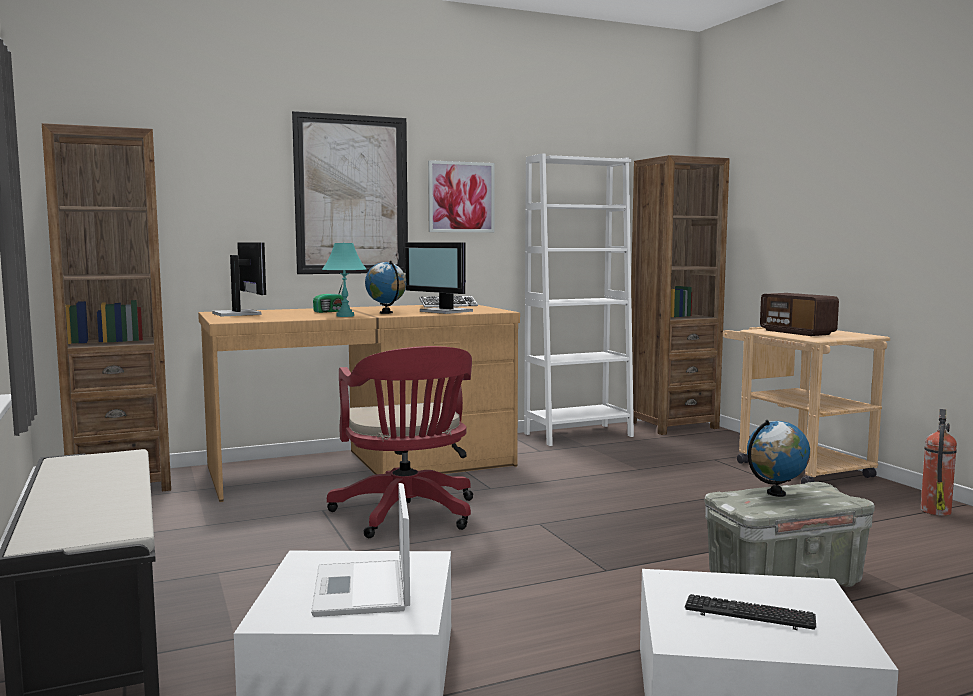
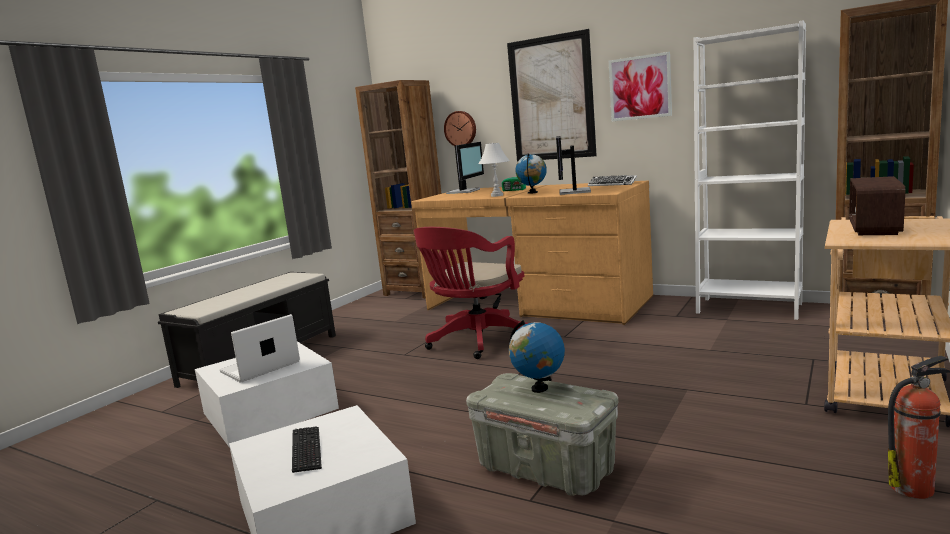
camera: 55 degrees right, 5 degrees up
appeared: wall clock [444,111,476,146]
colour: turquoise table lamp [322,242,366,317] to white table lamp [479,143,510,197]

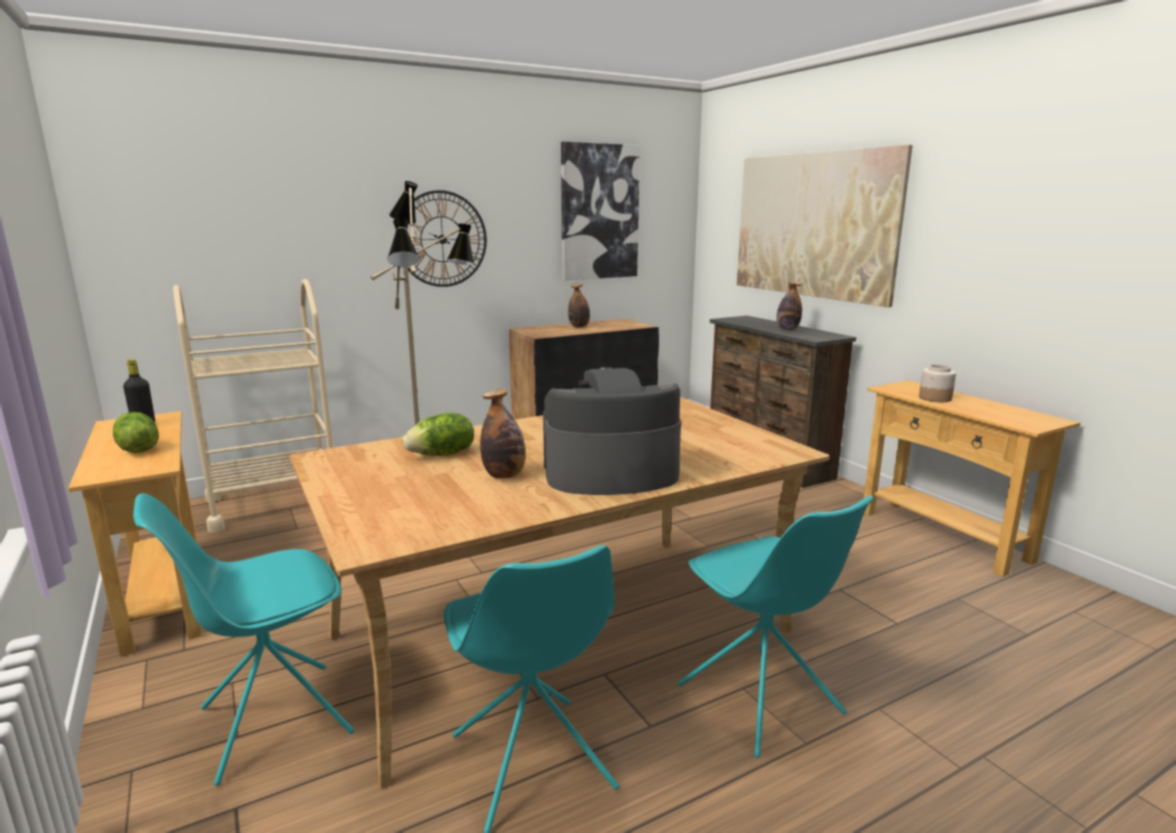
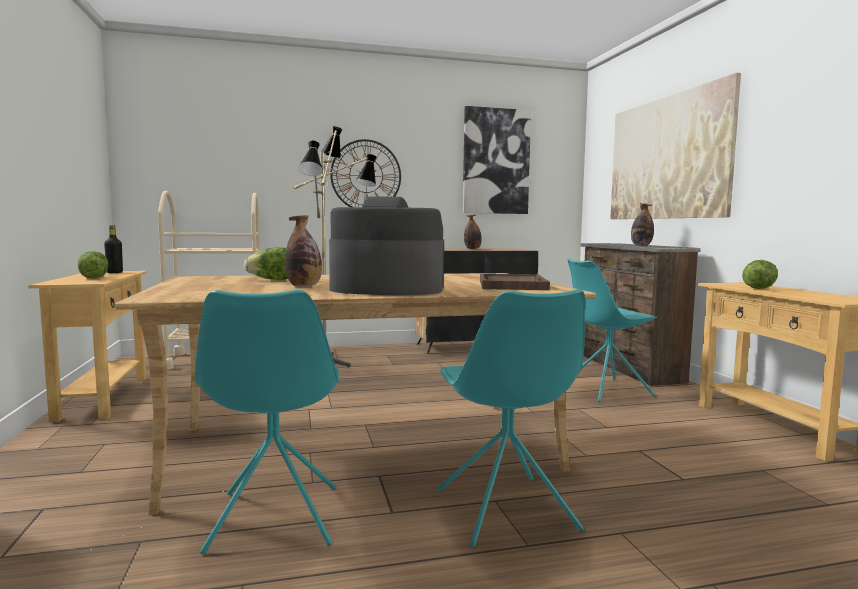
camera: 15 degrees right, 10 degrees down
appeared: brown tray [480,274,550,290]
relocated: turquoise chair [133,493,354,786] to [567,258,658,402]
exchanged: jar [919,364,956,402] to lettuce [742,260,778,289]

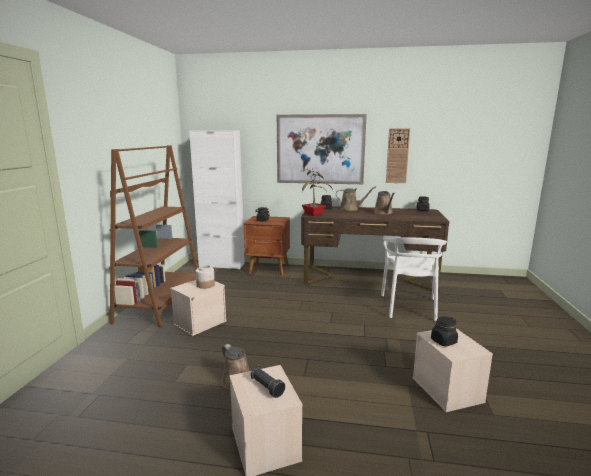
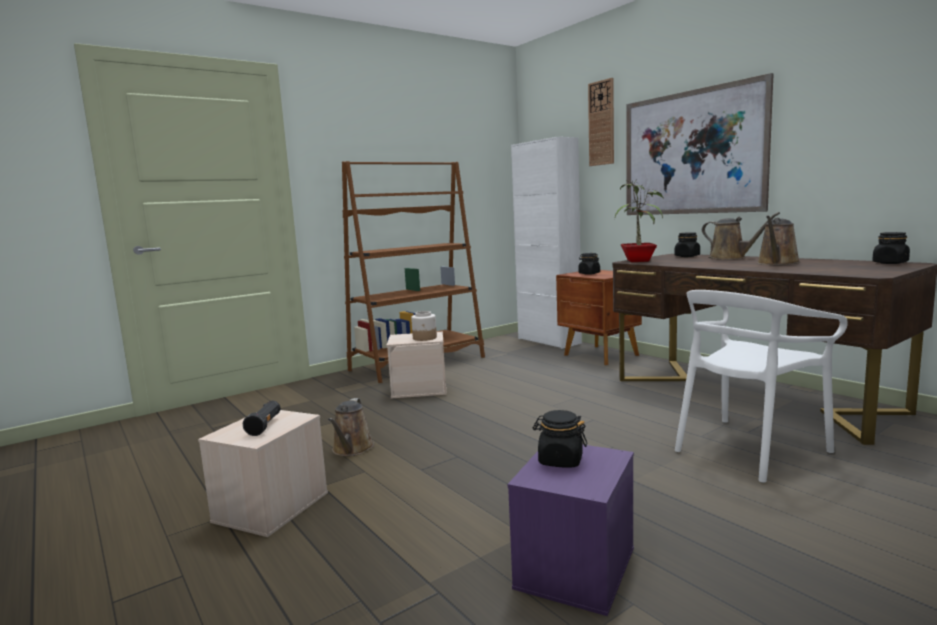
camera: 45 degrees right, 5 degrees down
relocated: wall clock [386,128,410,183] to [588,78,614,166]
colour: beige storage box [413,328,493,412] to purple storage box [508,444,634,616]

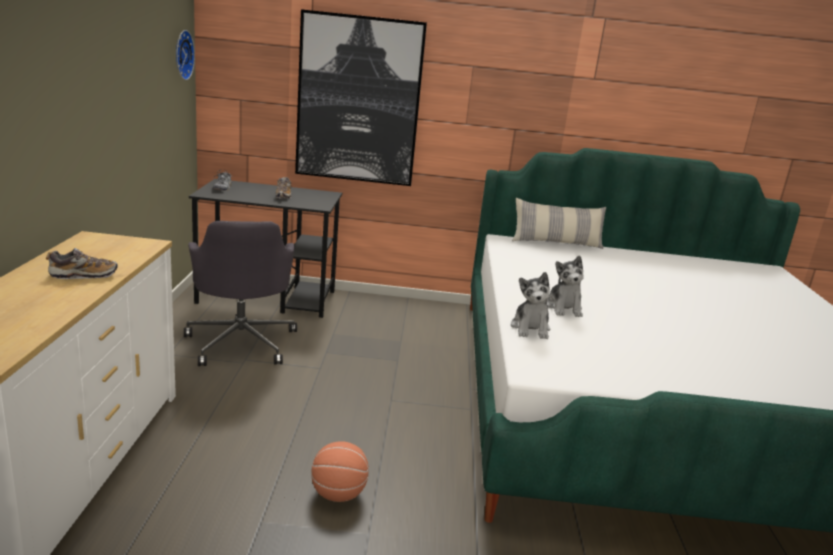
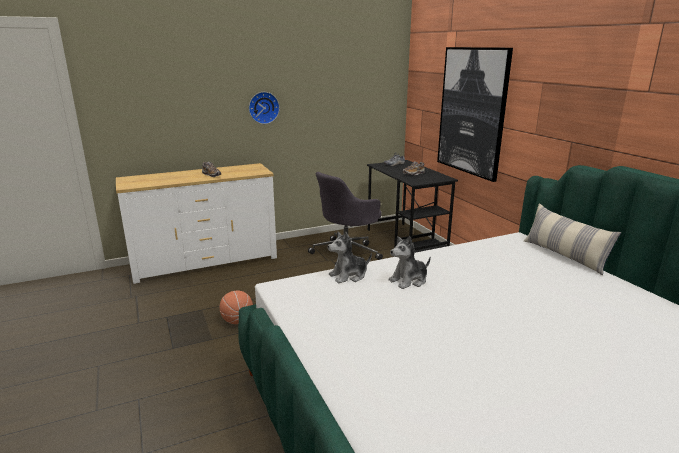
camera: 65 degrees right, 0 degrees up
relocated: wall clock [176,30,195,80] to [249,92,280,124]

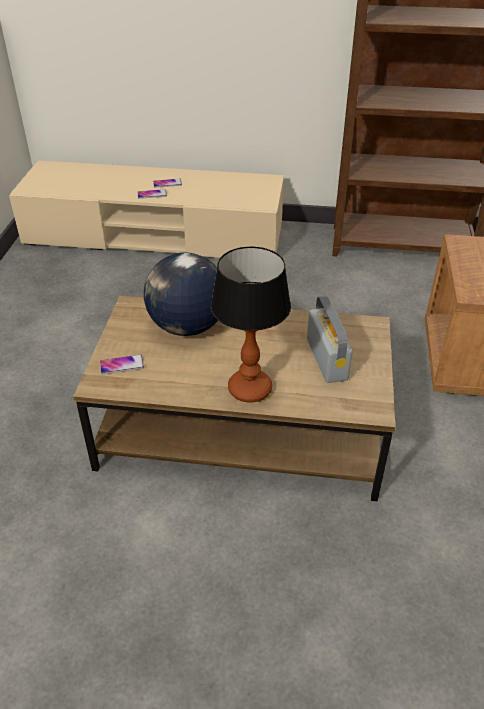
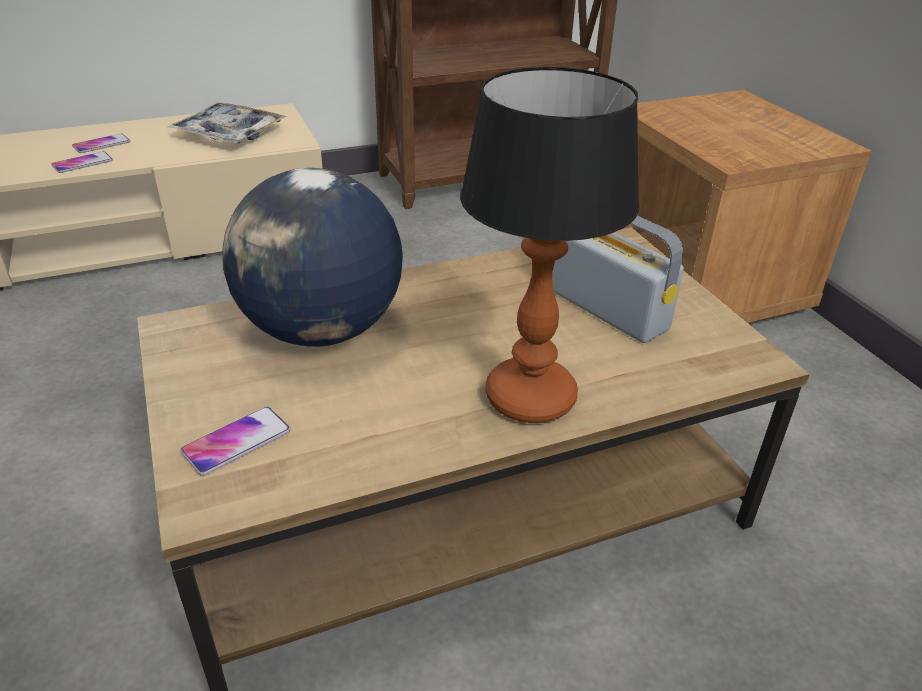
camera: 30 degrees left, 5 degrees down
appeared: tray [168,103,287,144]

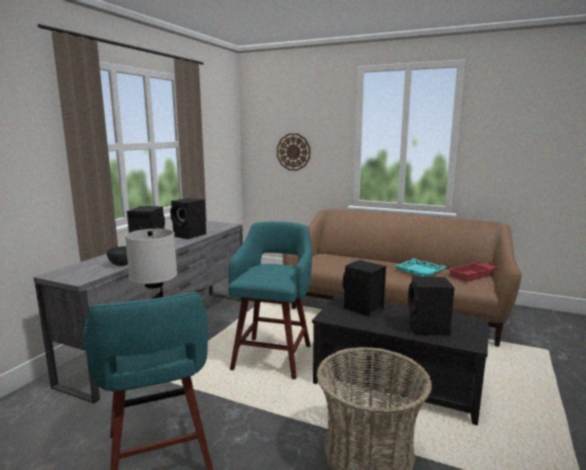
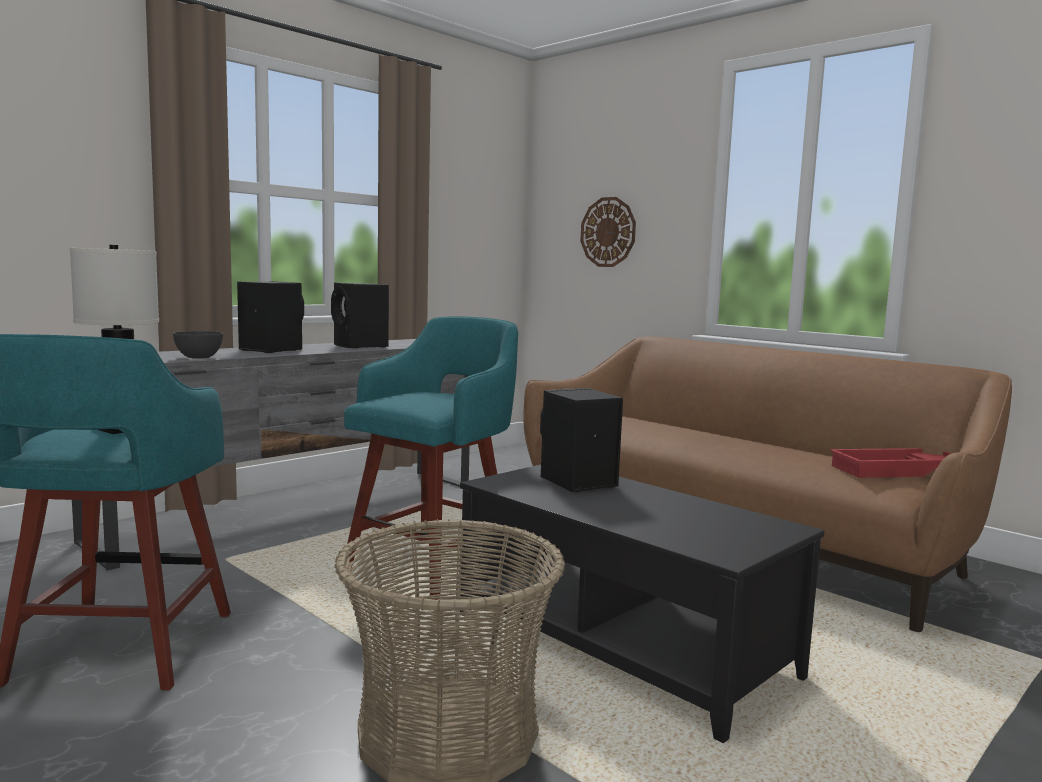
camera: 20 degrees right, 5 degrees down
missing: turquoise tray [395,258,446,277]; black speaker [408,276,454,336]

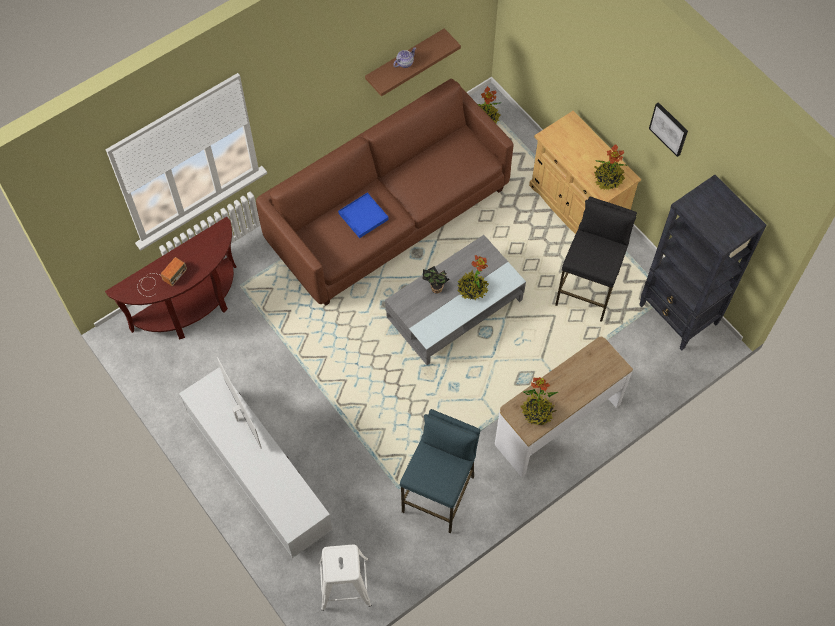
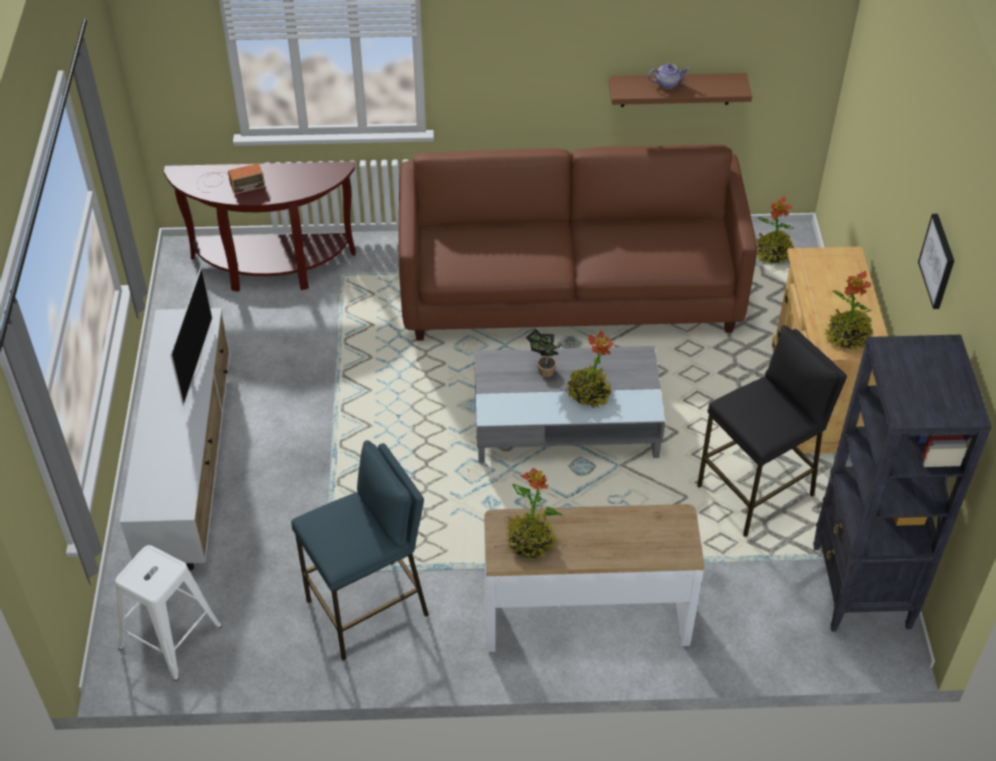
camera: 35 degrees right, 15 degrees down
missing: blue tray [338,193,389,238]

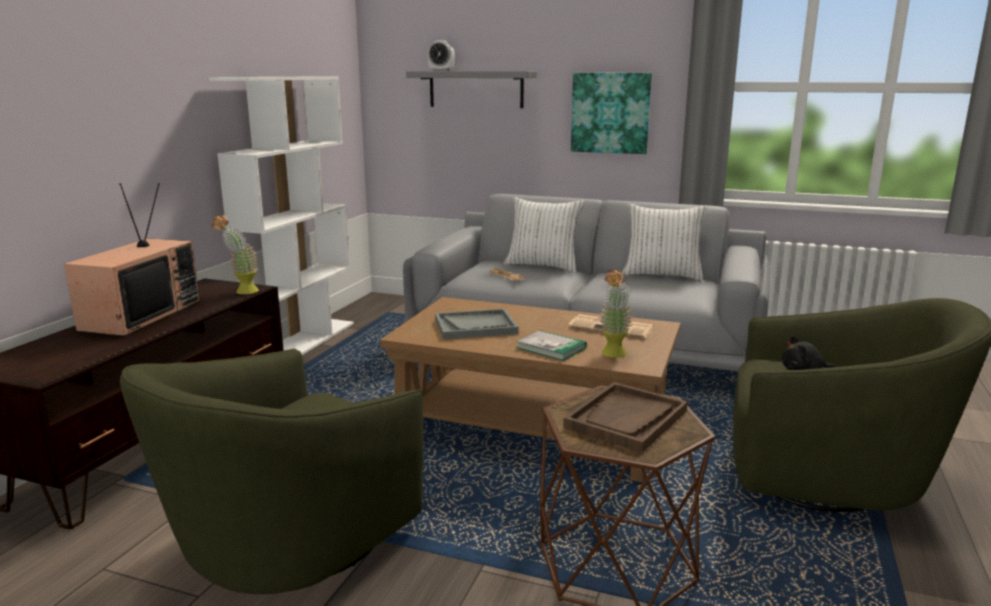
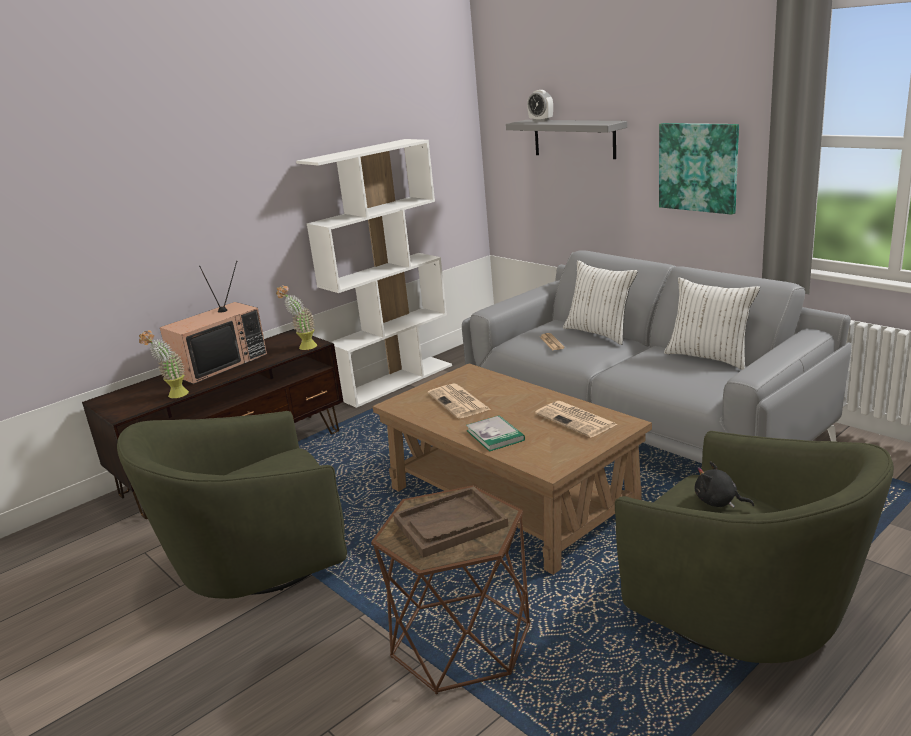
camera: 30 degrees right, 5 degrees up
relocated: potted plant [600,268,632,358] to [139,330,189,398]
exchanged: grey tray [435,309,519,340] to newspaper [428,384,491,419]

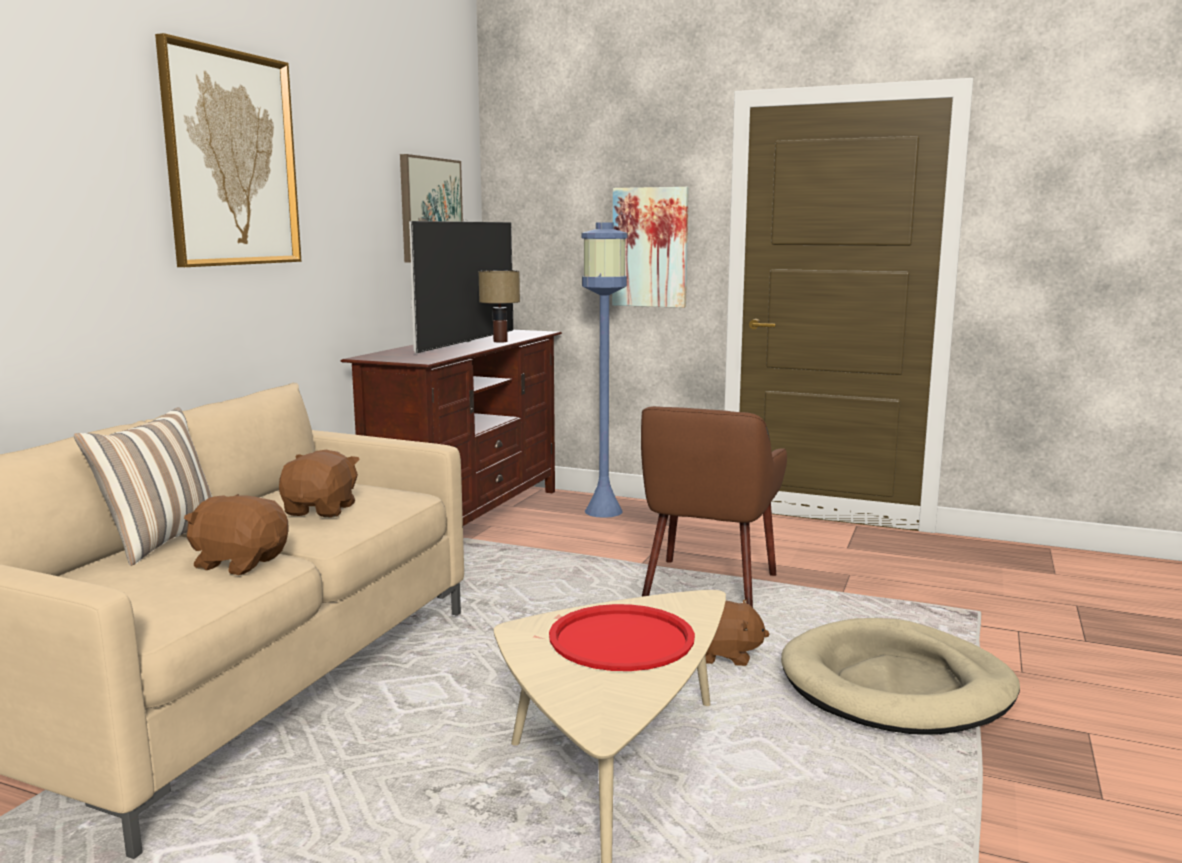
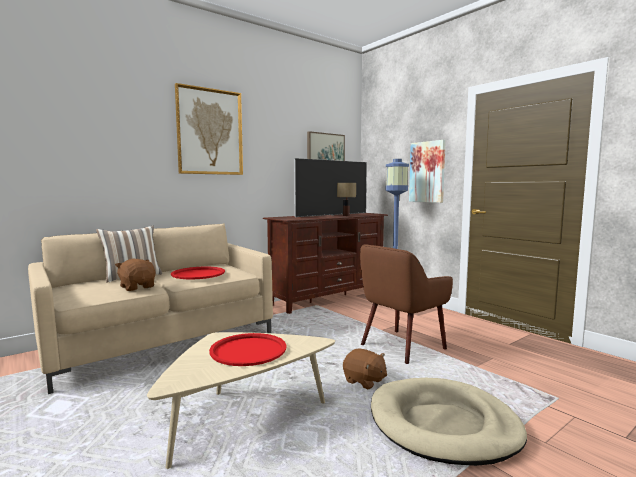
camera: 30 degrees right, 5 degrees down
exchanged: brown plush toy [279,450,360,517] to red tray [171,267,225,279]

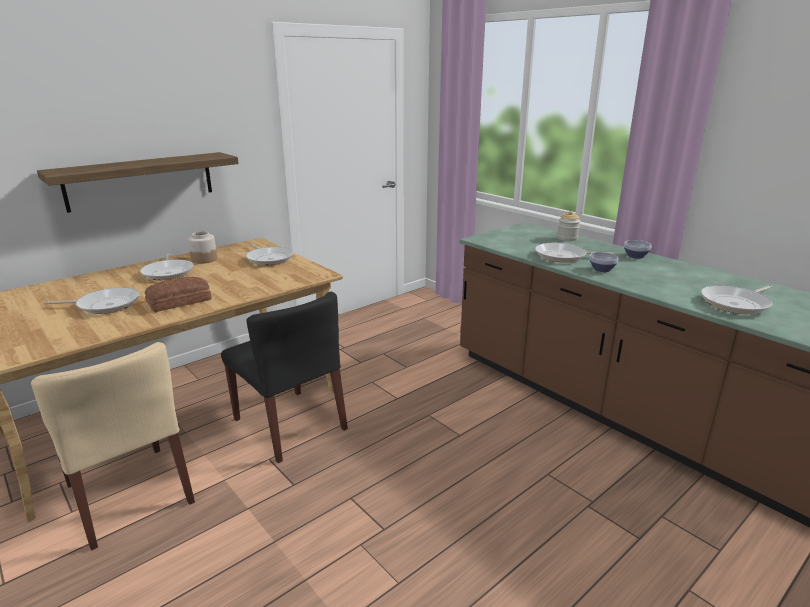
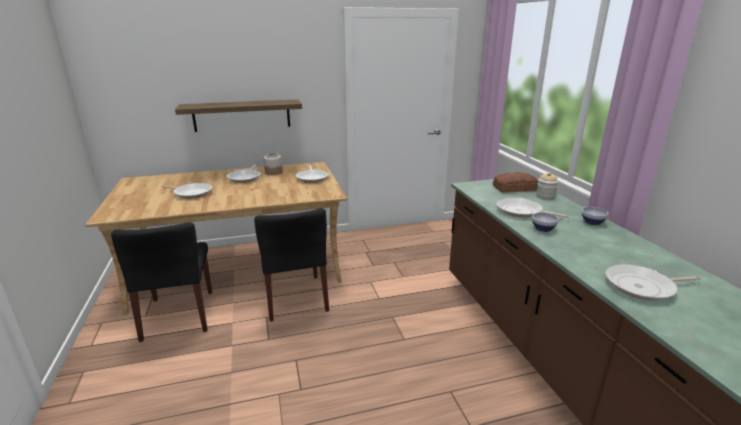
camera: 25 degrees right, 0 degrees up
relocated: bread [145,277,212,312] to [493,172,538,193]
colour: beige chair [31,342,195,551] to black chair [111,222,212,342]

